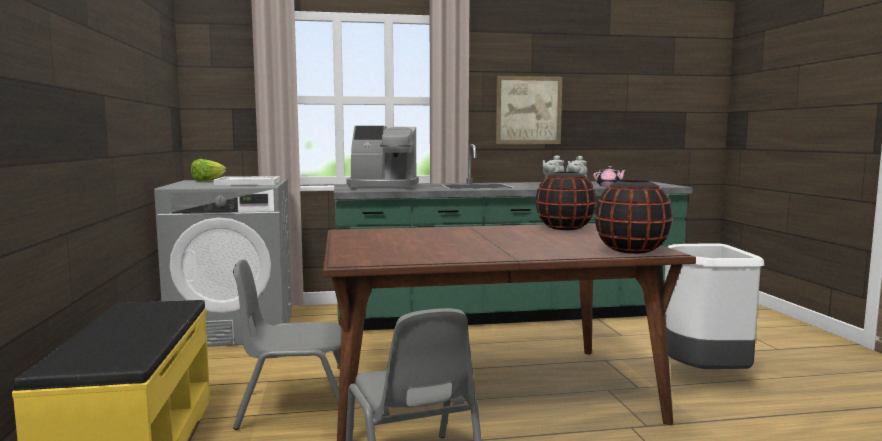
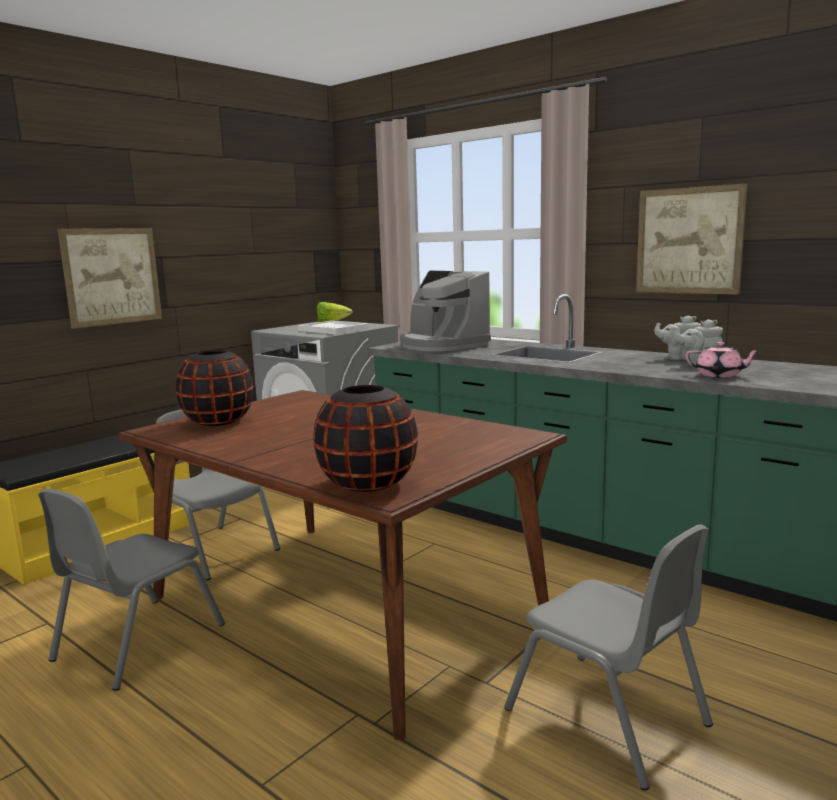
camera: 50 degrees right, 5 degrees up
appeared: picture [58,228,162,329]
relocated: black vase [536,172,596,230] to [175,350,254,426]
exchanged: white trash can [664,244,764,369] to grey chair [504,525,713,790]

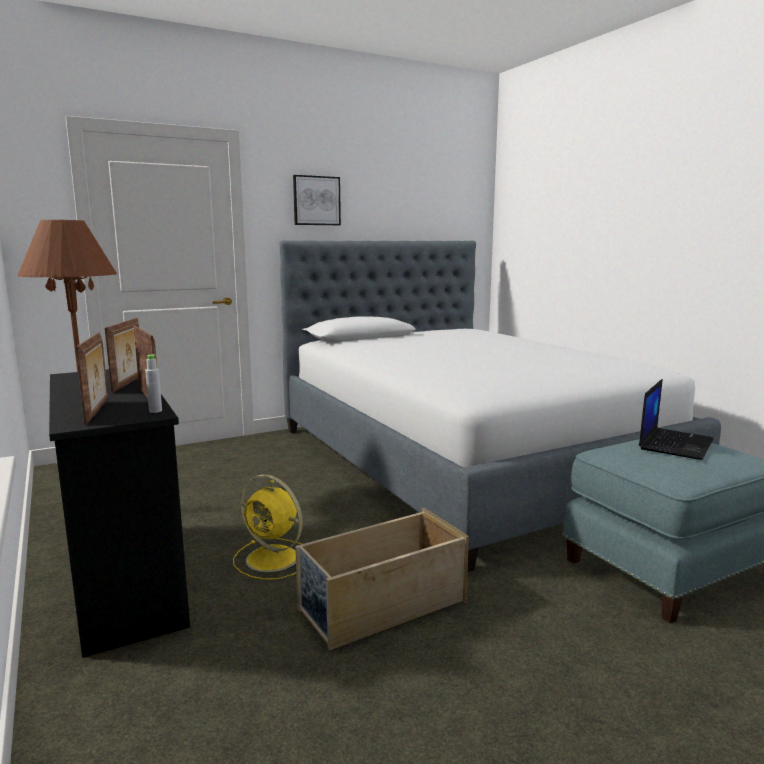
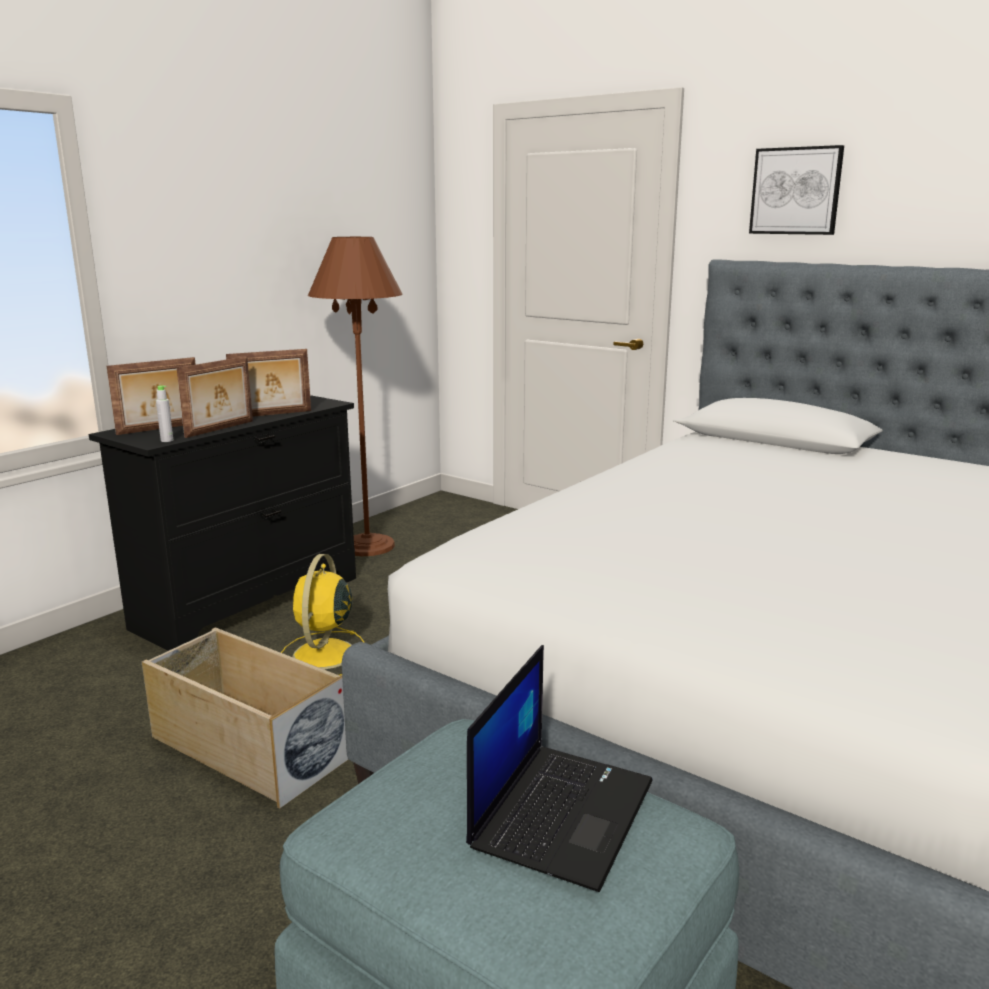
camera: 65 degrees right, 5 degrees up
spun: laptop [639,379,714,460] = [466,645,653,892] 75 degrees counterclockwise

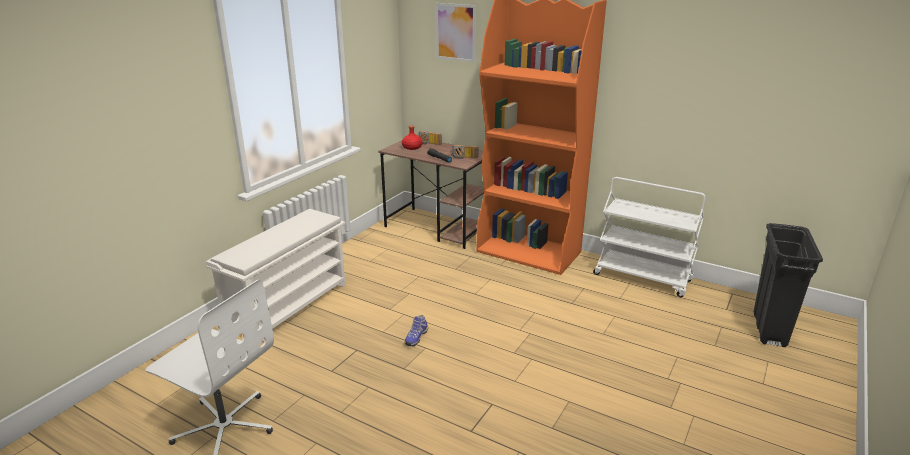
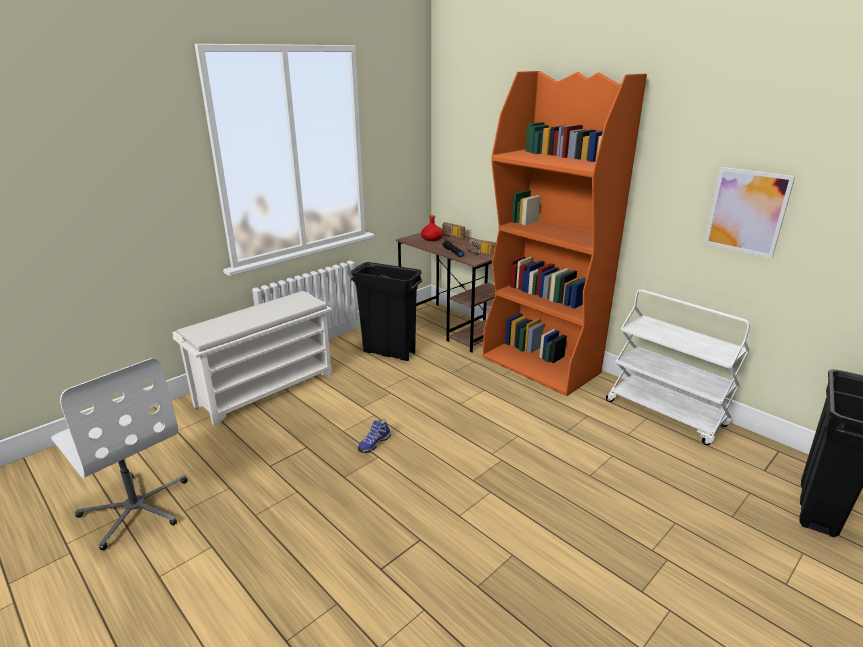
camera: 15 degrees right, 0 degrees up
appeared: black trash can [351,262,422,361]
relocated: picture [436,3,476,62] to [704,167,795,258]

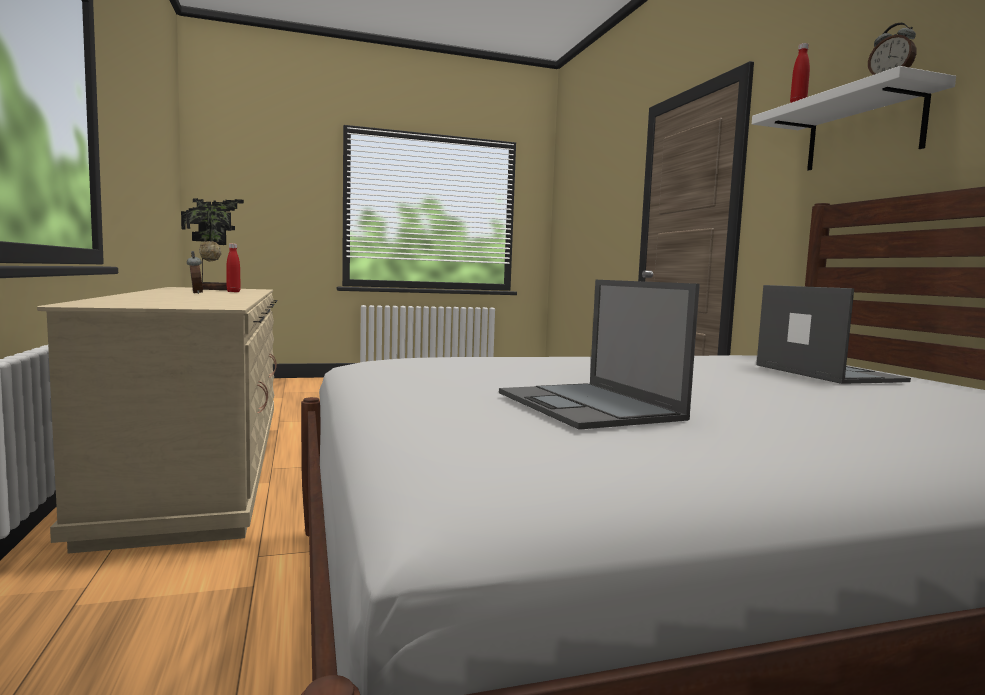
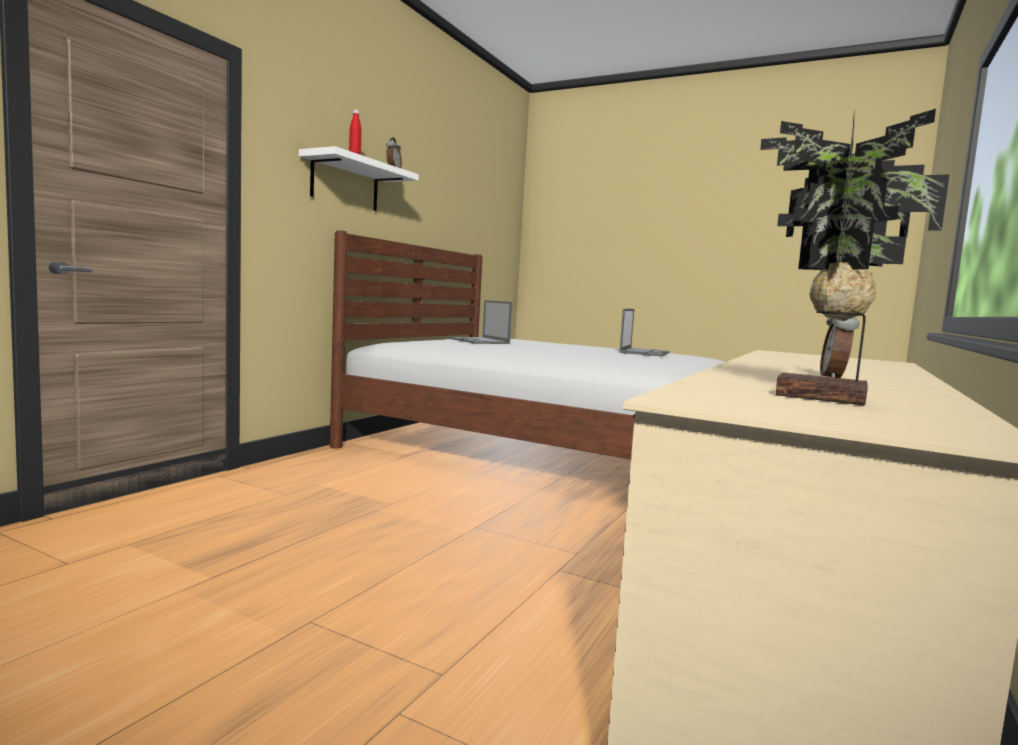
camera: 135 degrees left, 0 degrees up
missing: red bottle [226,244,241,292]
spun: laptop [756,285,911,384] = [450,300,512,344] 60 degrees counterclockwise

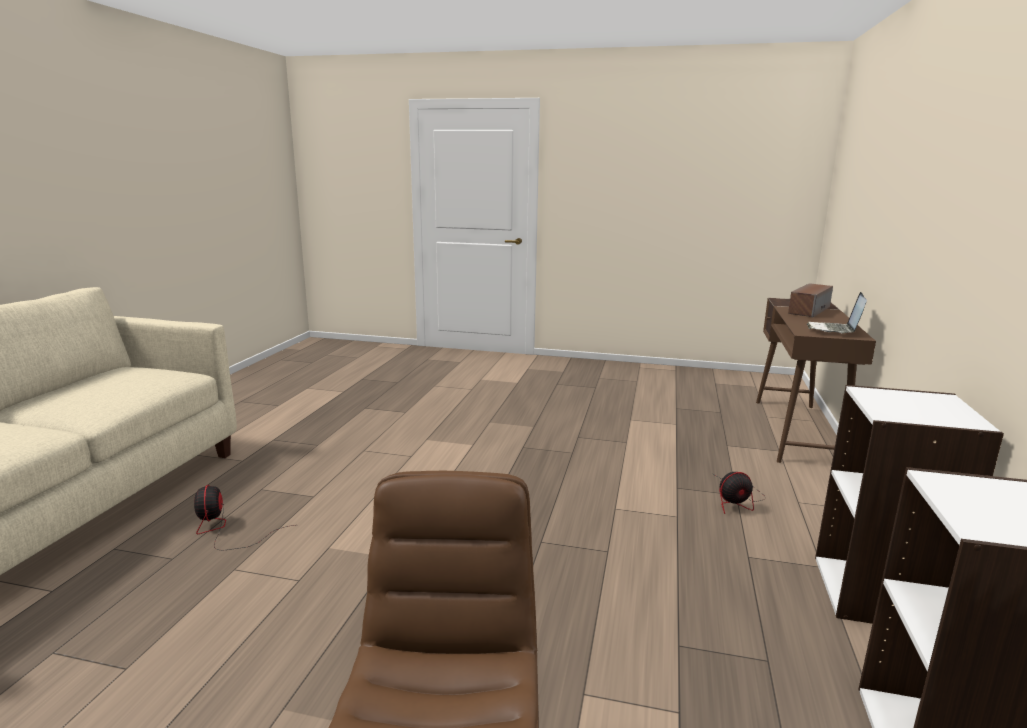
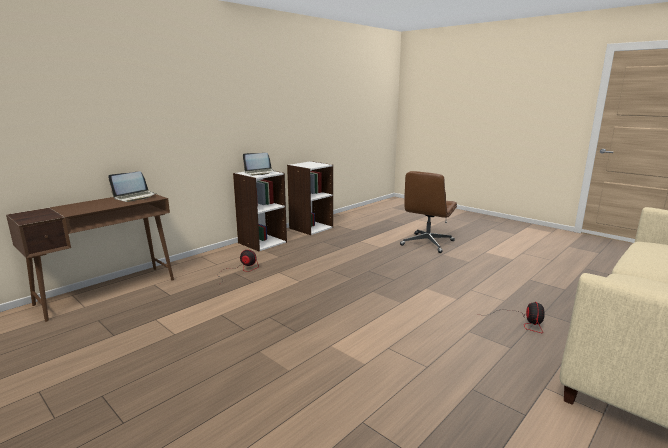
camera: 150 degrees left, 0 degrees up
missing: speaker [788,283,833,318]
appeared: laptop [243,153,274,176]

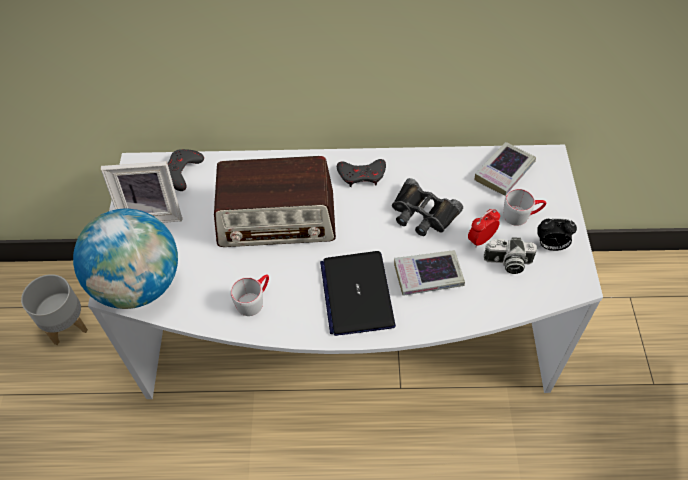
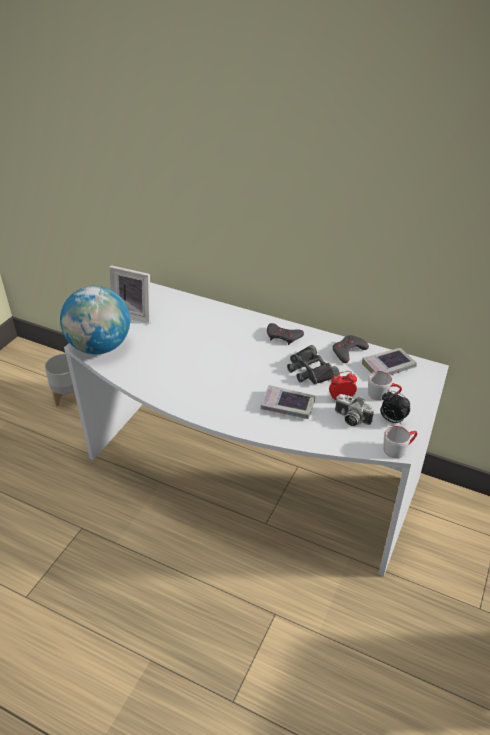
camera: 25 degrees right, 15 degrees down
missing: radio [214,156,336,247]; laptop [320,251,396,336]
relocated: grey game controller [167,149,204,191] to [333,335,369,363]; grey mug [231,274,269,316] to [383,426,417,458]

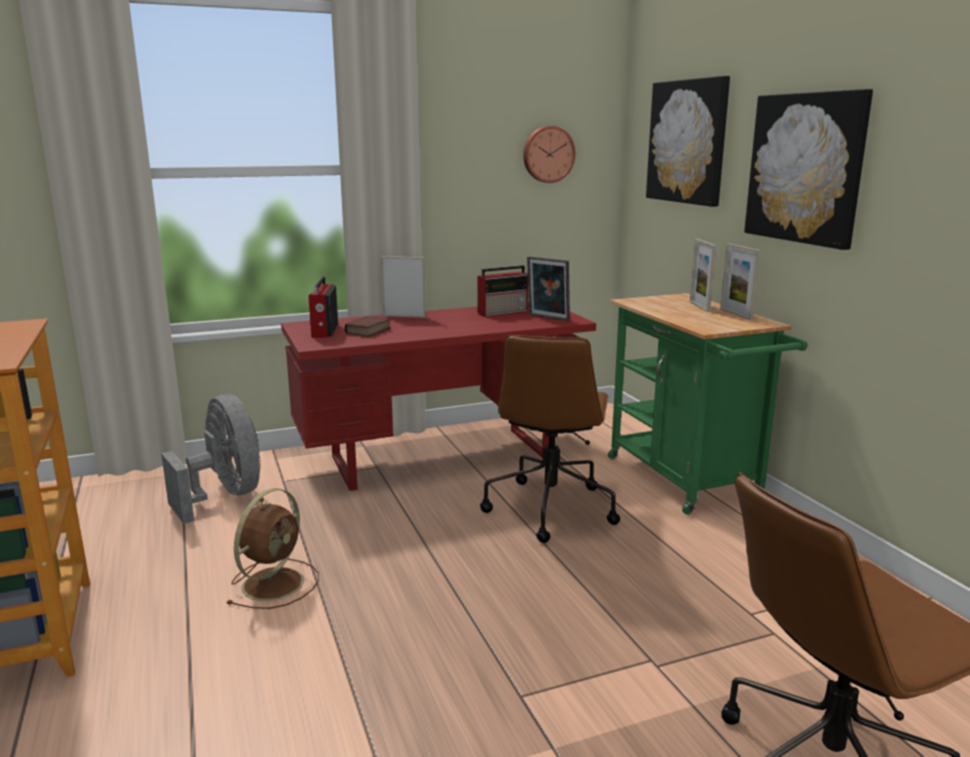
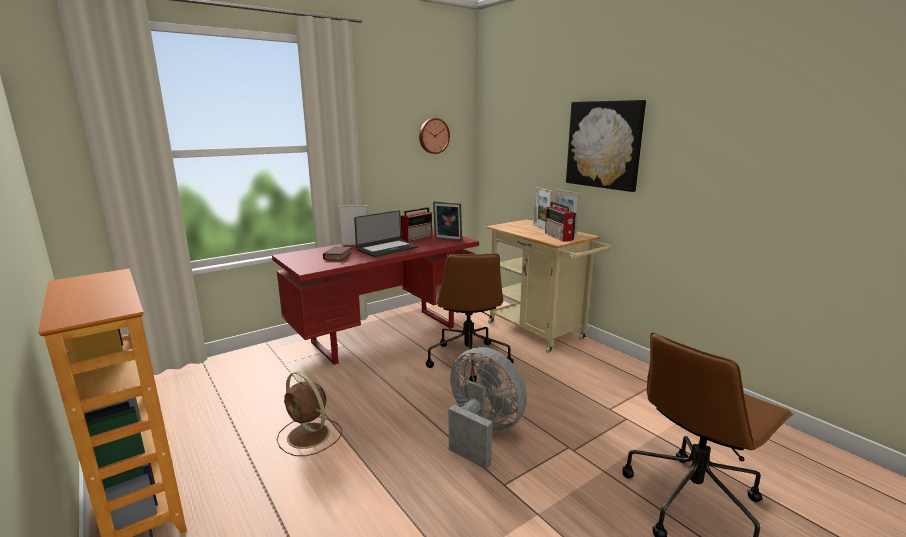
camera: 15 degrees left, 0 degrees up
missing: picture [646,76,730,207]
appeared: laptop [354,210,419,257]
relocated: radio [309,276,338,338] to [545,202,576,242]; grey fan [161,394,261,524] to [449,347,527,469]
colour: green cart [608,293,808,515] to beige cart [486,219,611,354]
spun: brown fan [227,488,319,609] = [277,372,342,456] 120 degrees clockwise

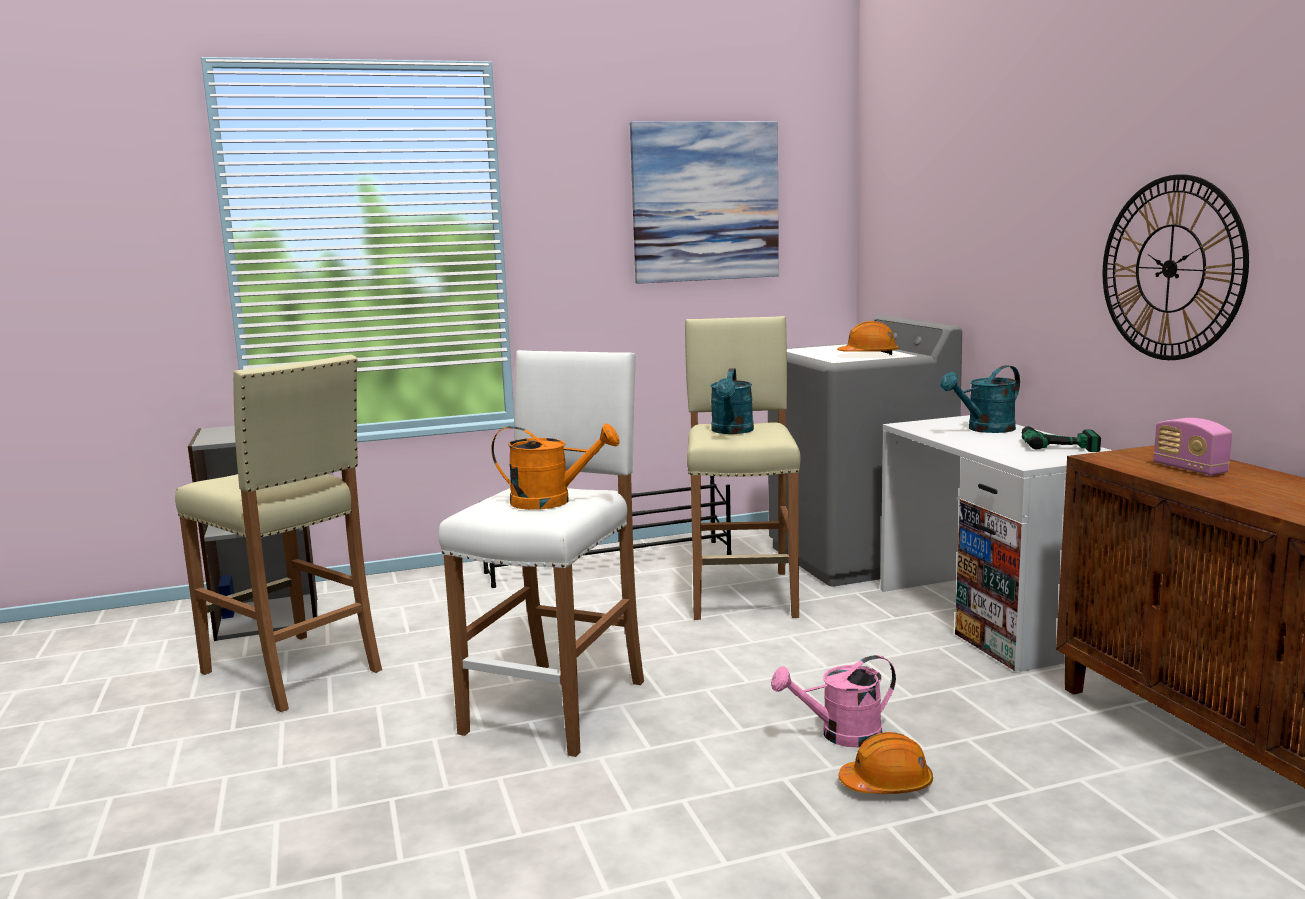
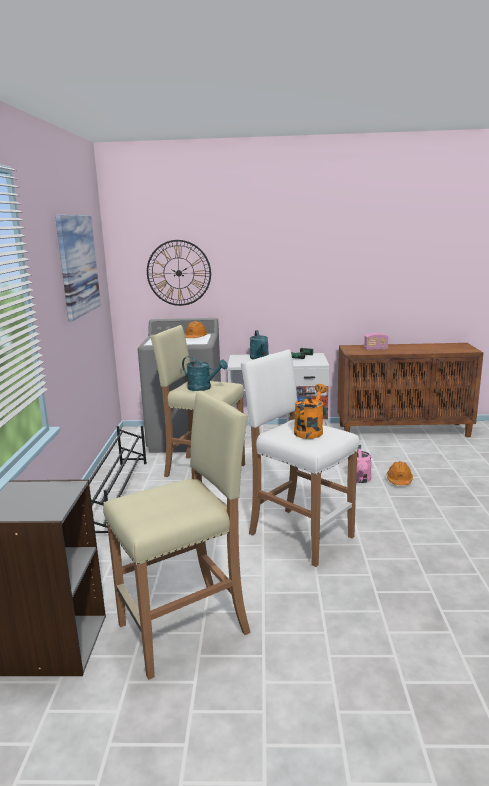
camera: 70 degrees left, 5 degrees up
relocated: wall clock [1103,174,1249,360] to [147,240,211,306]

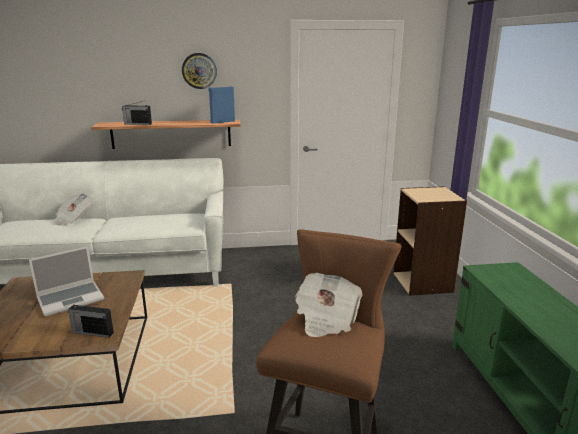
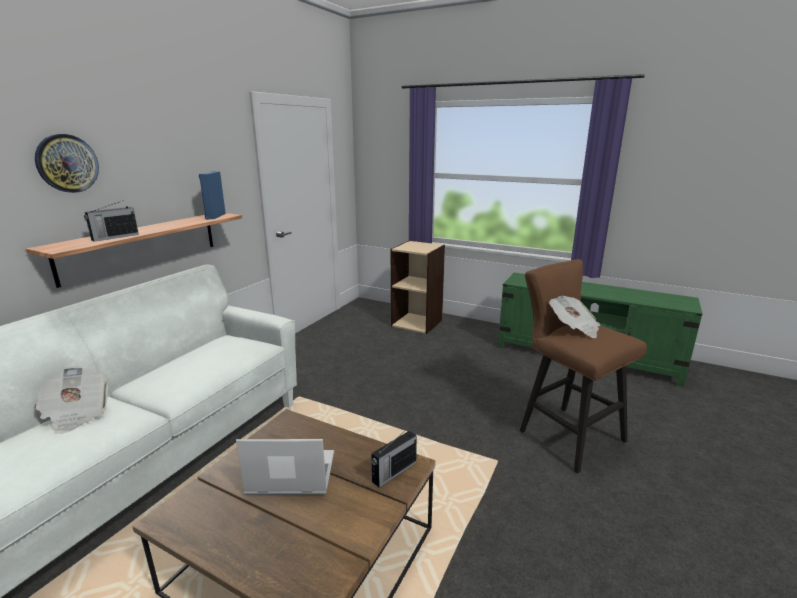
camera: 55 degrees left, 0 degrees up
relocated: wall clock [182,53,217,89] to [35,134,99,193]
spun: laptop [29,246,104,316] = [236,439,334,495] 90 degrees counterclockwise

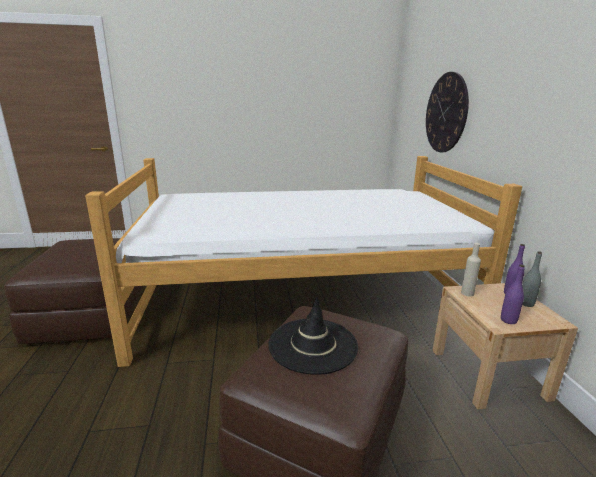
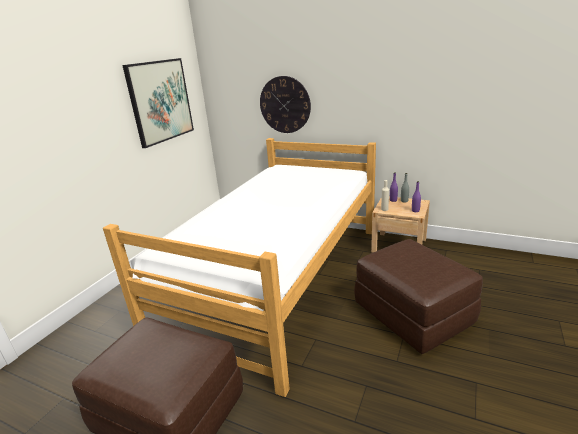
camera: 55 degrees left, 5 degrees up
missing: black hat [268,297,358,375]
appeared: picture [122,58,194,148]

